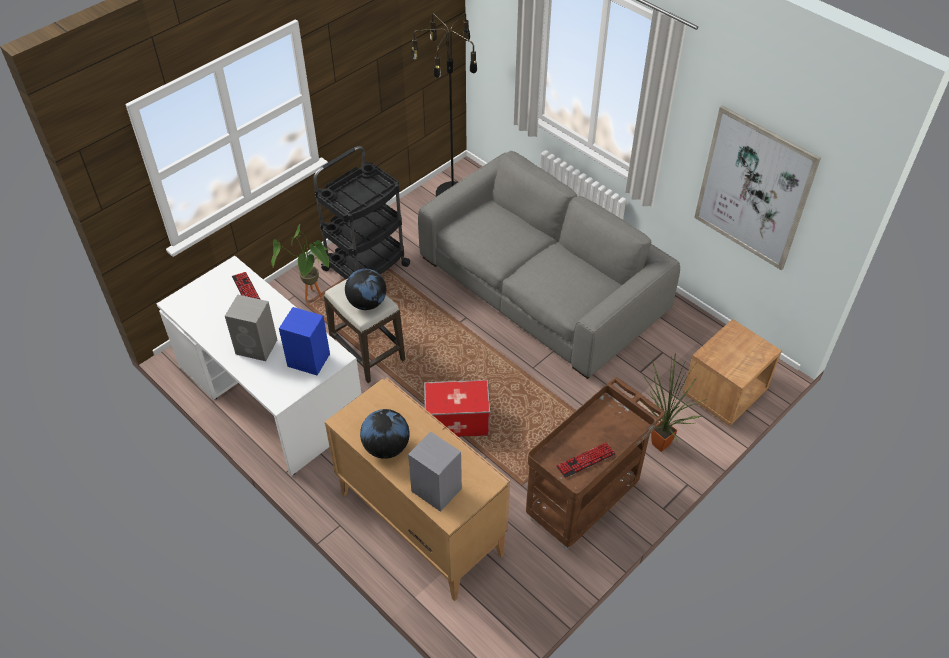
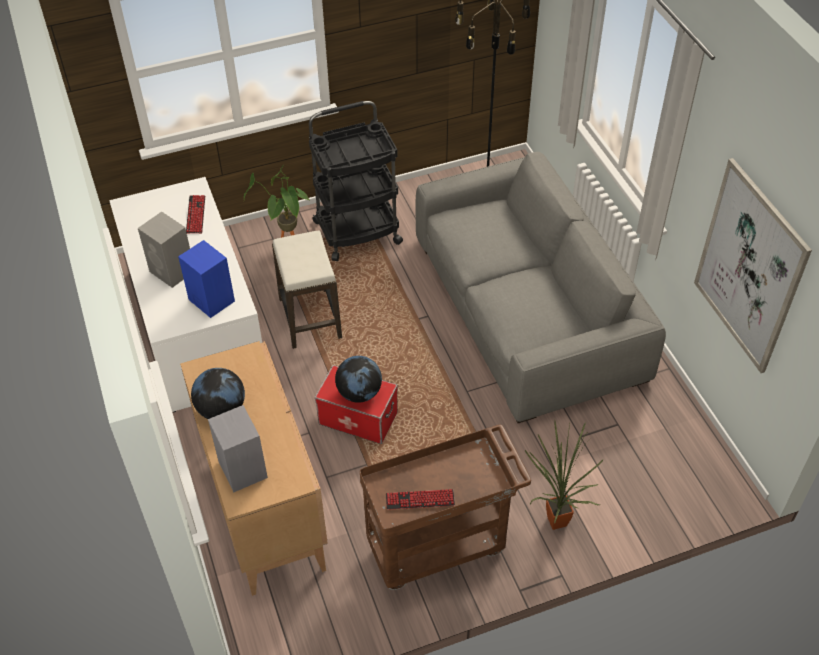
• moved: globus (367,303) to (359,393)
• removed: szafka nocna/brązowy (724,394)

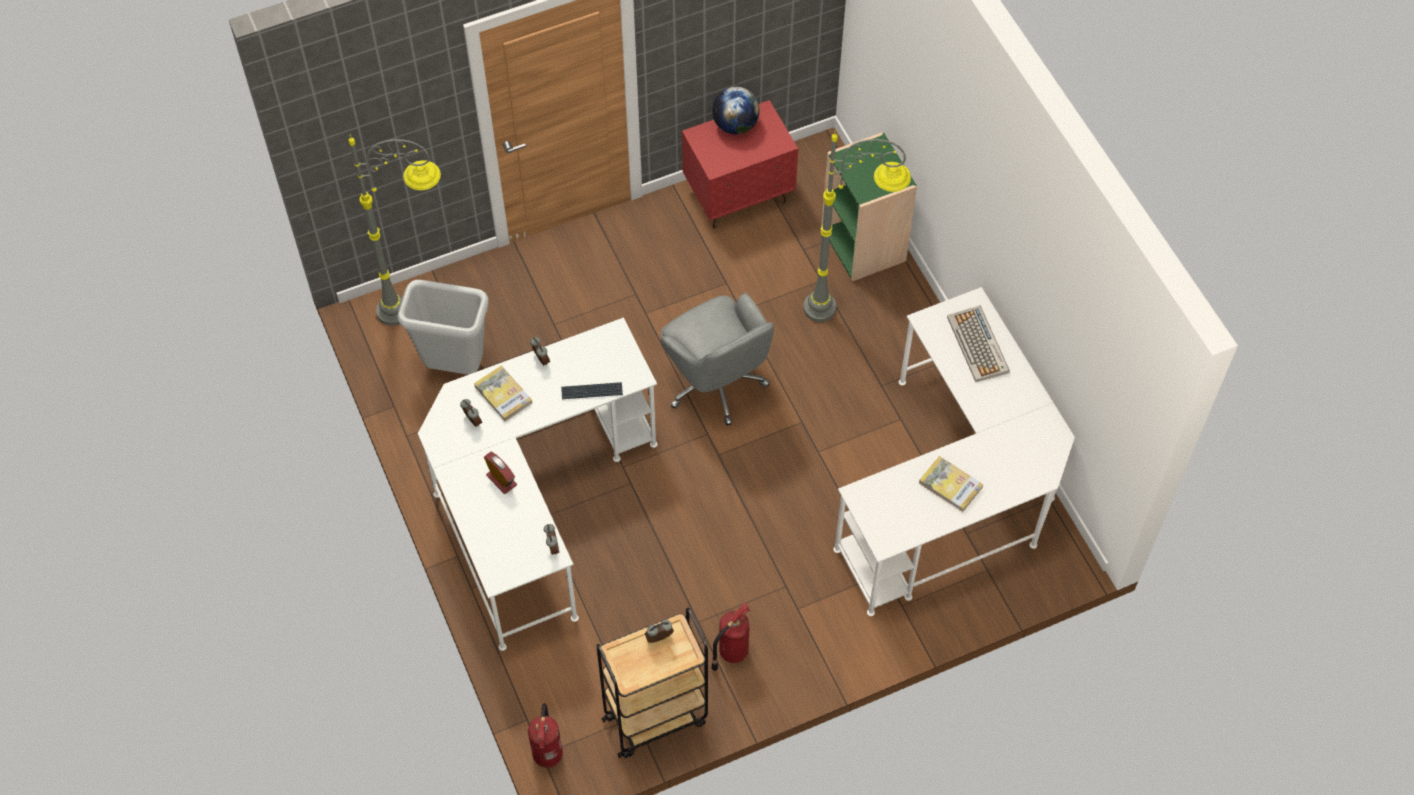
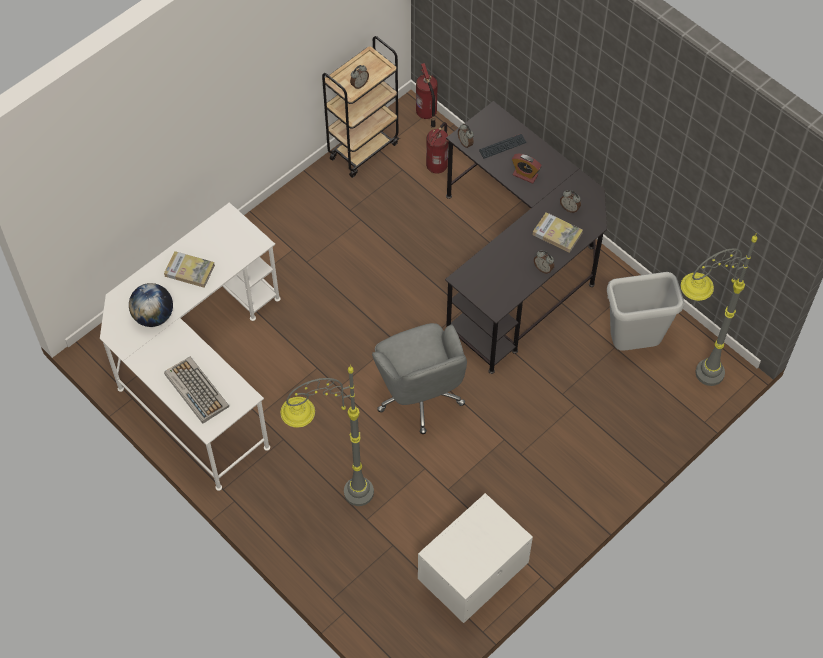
• moved: globus (735,125) to (153,316)
• turned: krzesło biurowe/szary (716,384) = (419,396) 150 degrees counterclockwise
• recoloured: szafka nocna/czerwony (739,196) to szafka nocna/biały (472,581)
• moved: gaśnica (731,652) to (437,165)
• recoloured: biurko/biały (532,500) to biurko/czarny (519,263)
• moved: klawiatura (592,391) to (502,147)
• removed: regał/zielony (864,244)

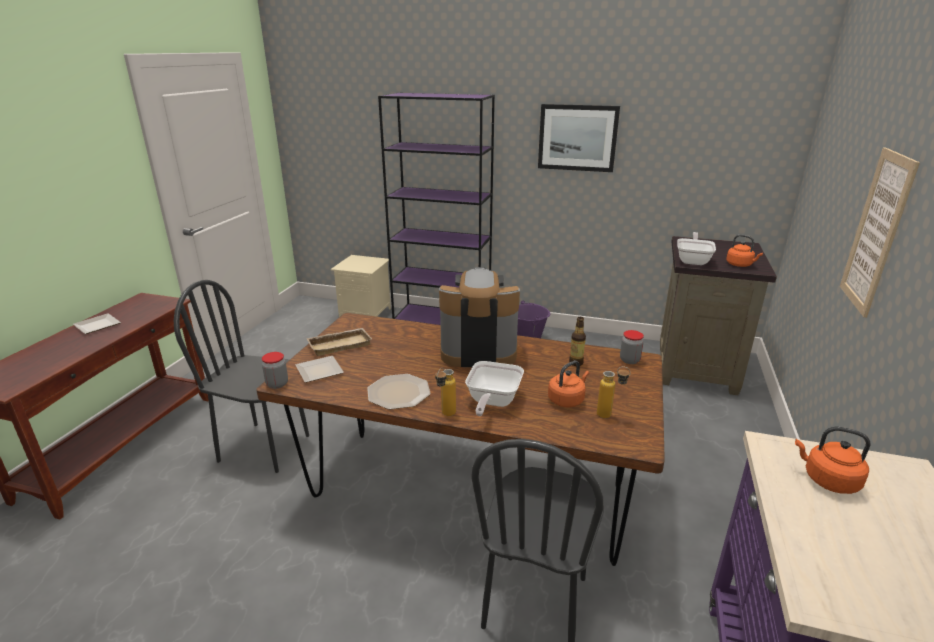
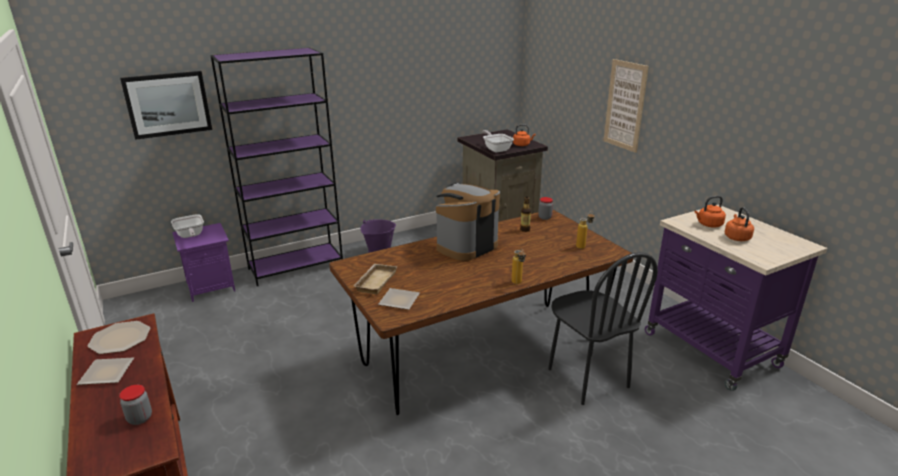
• moved: talerz (398,393) to (120,339)
• moved: słoik (277,384) to (140,418)
• moved: obraz (577,138) to (168,104)
• moved: patelnia (492,402) to (190,236)
• recoloured: szafka nocna/beżowy (366,314) to szafka nocna/fioletowy (211,286)
• moved: czajnik/pomarańczowy (567,400) to (736,237)
• removed: krzesło/czarny (265,447)

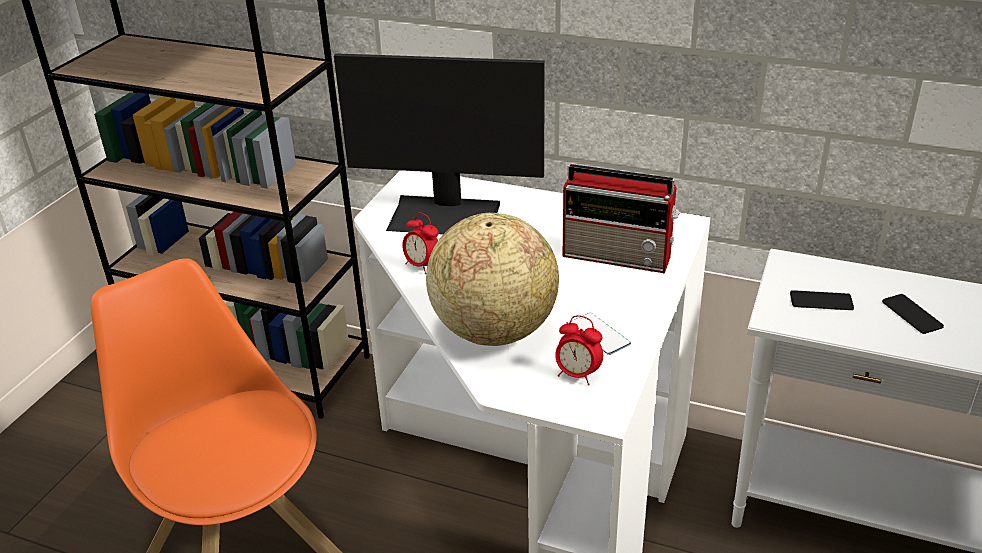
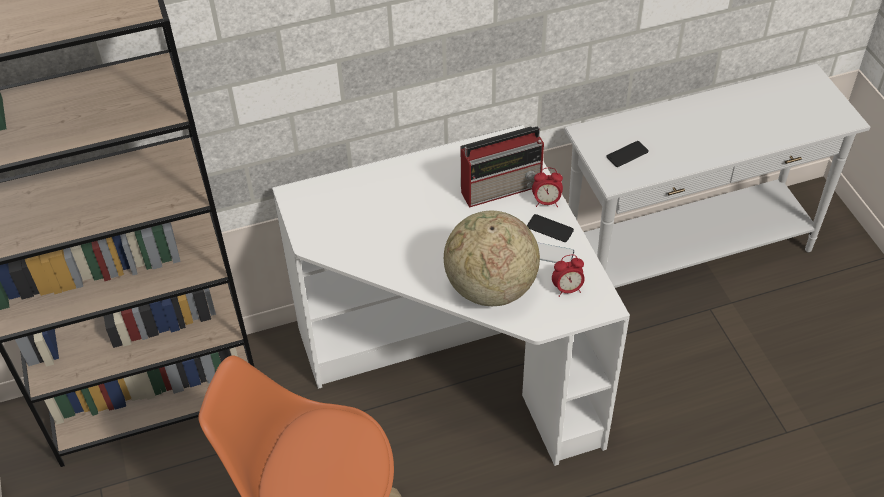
• moved: telefon (912,314) to (550,228)
• moved: budzik (422,266) to (546,202)
• removed: monitor (445,215)

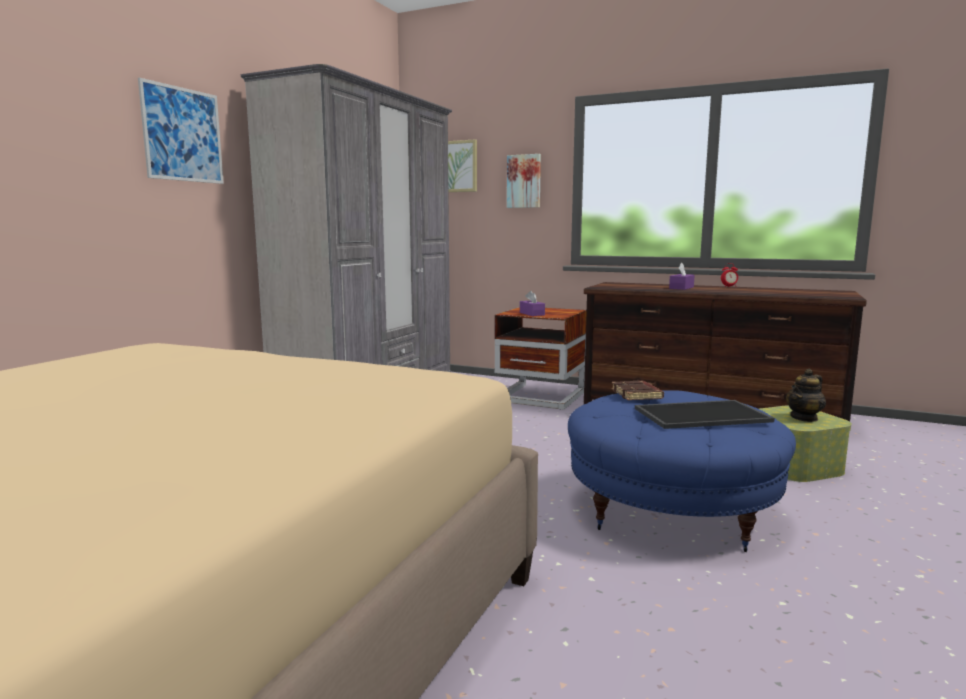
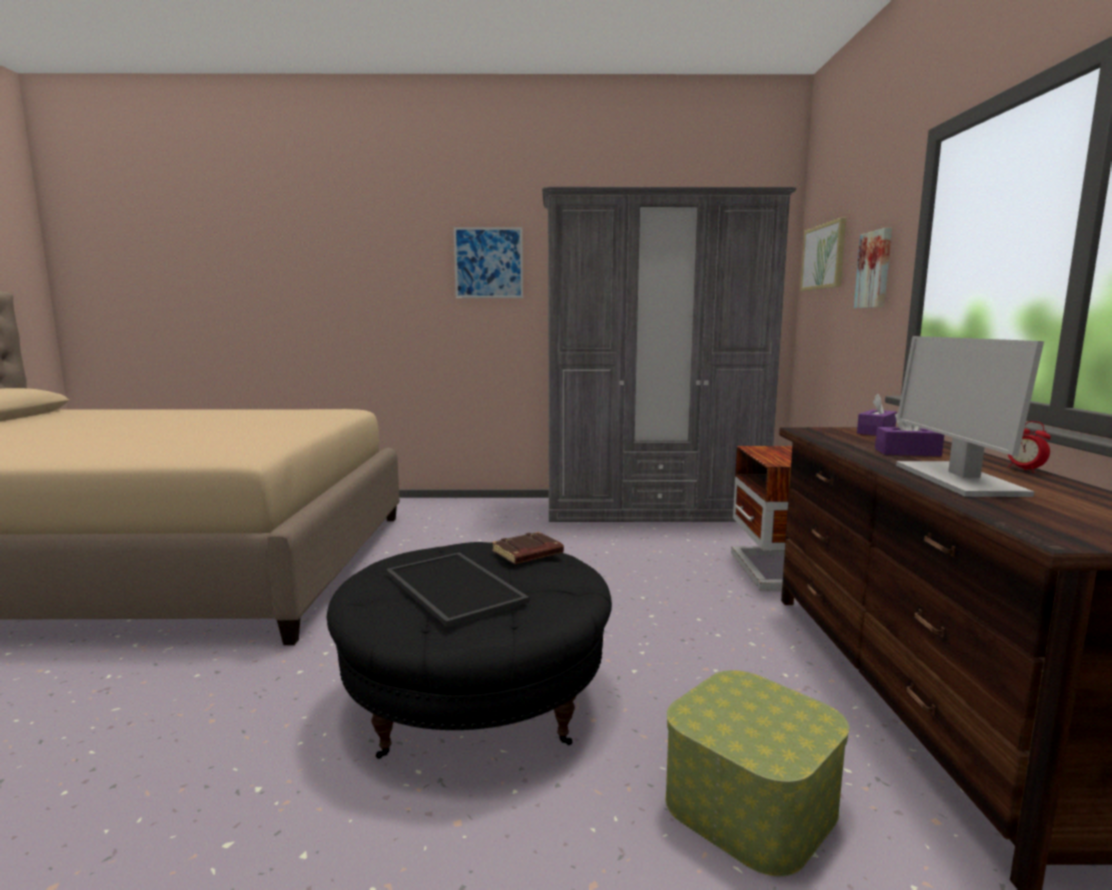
• recoloured: pufa/niebieski (671,510) to pufa/czarny (475,698)
• moved: pudełko chusteczek/fioletowy (532,314) to (876,432)
• added: monitor (956,479)
• removed: imbryk (804,418)

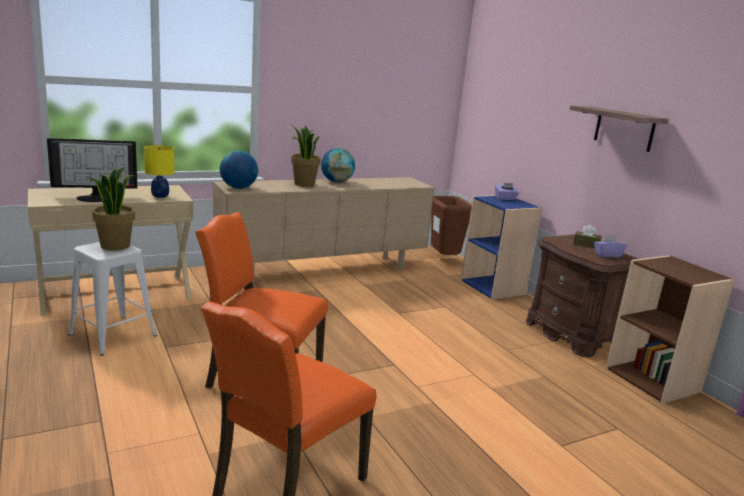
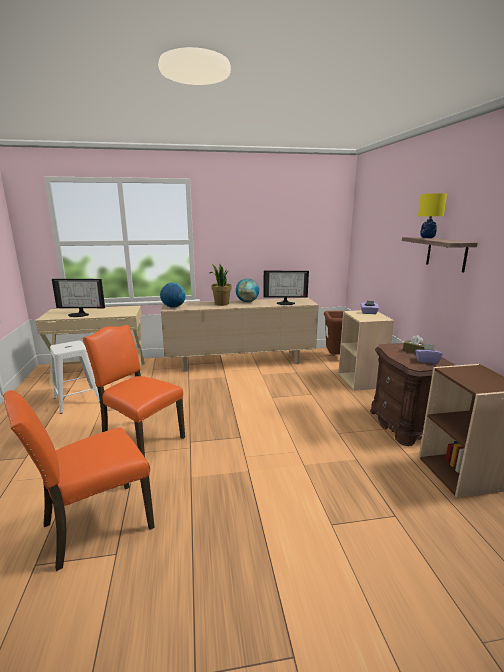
• added: monitor (286,303)
• recoloured: regał/niebieski (494,287) to regał/beżowy (361,381)
• moved: lampa stołowa/żółty (159,196) to (426,237)
• removed: roślina doniczkowa (115,245)

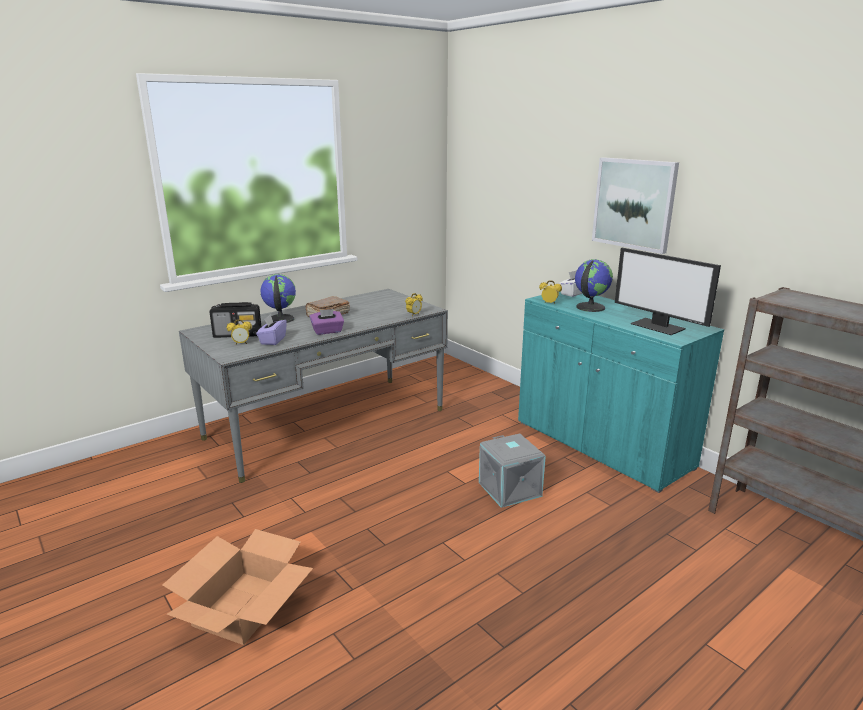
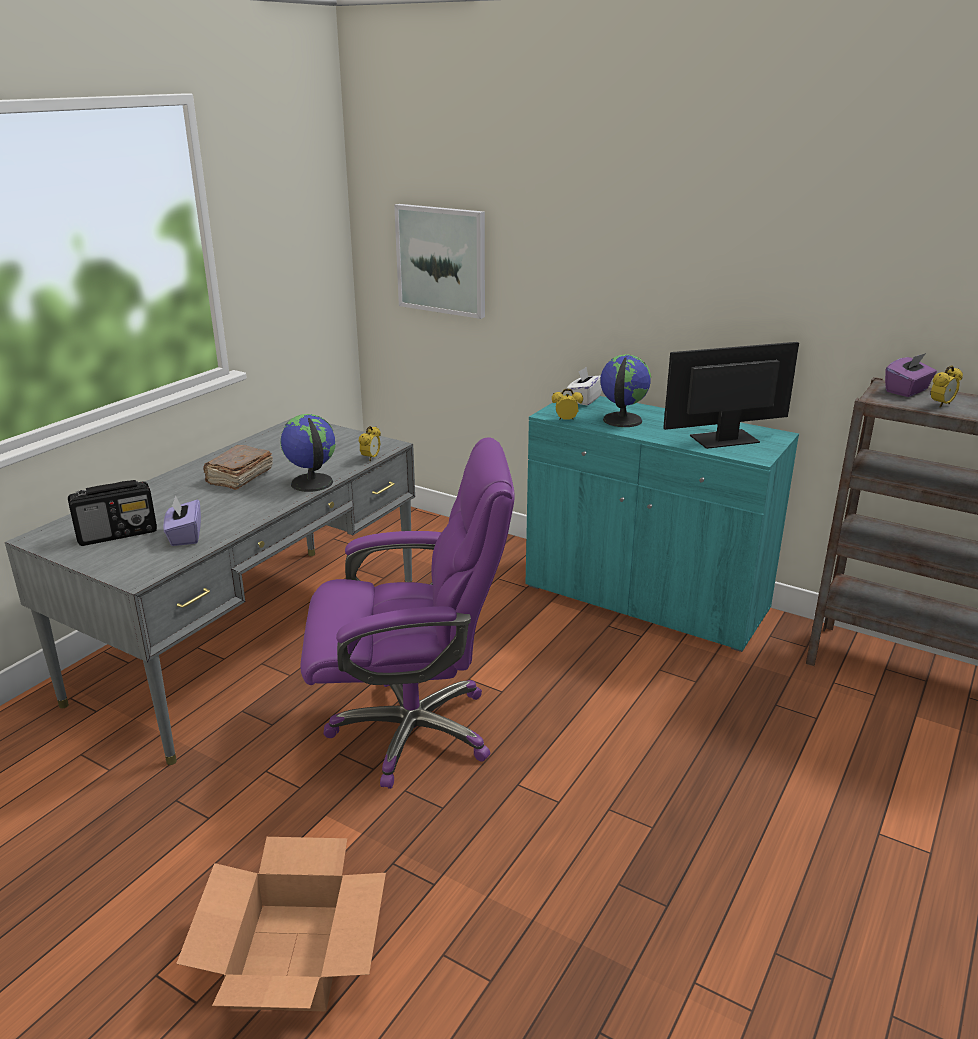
• moved: globus (280,319) to (311,483)
• added: krzesło biurowe/fioletowy (408,730)
• moved: obraz (634,204) to (442,260)
• turned: monitor (658,326) = (724,439) 135 degrees clockwise
• moved: pudełko chusteczek/fioletowy (327,331) to (907,391)
• moved: budzik (241,343) to (941,405)
• removed: pojemnik do przechowywania/szary (511,489)

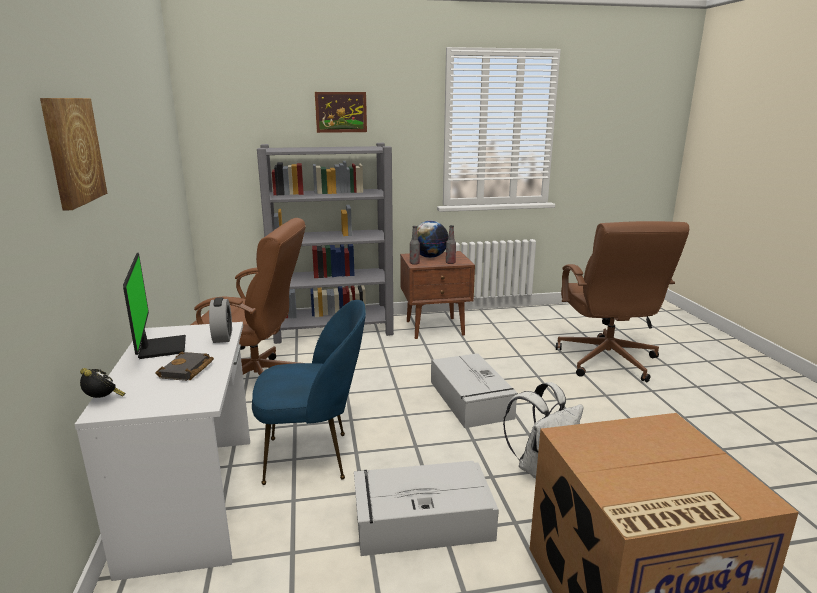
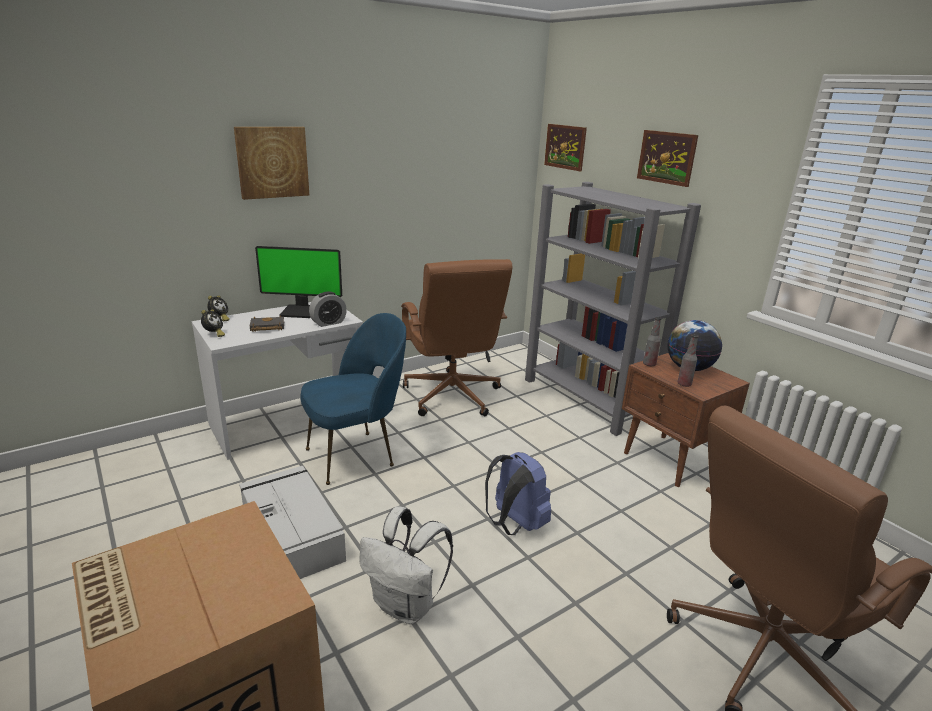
• added: budzik (214,334)
• turned: monitor (160,348) = (300,311) 45 degrees clockwise
• turned: krzesło/niebieski (315,458) = (357,456) 90 degrees counterclockwise
• replaced: pojemnik do przechowywania/szary (471,400) to plecak/niebieski (514,524)
• added: obraz (565,147)

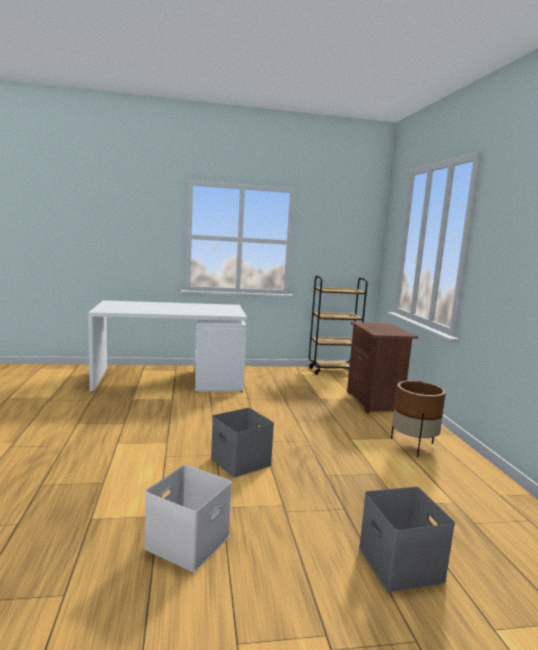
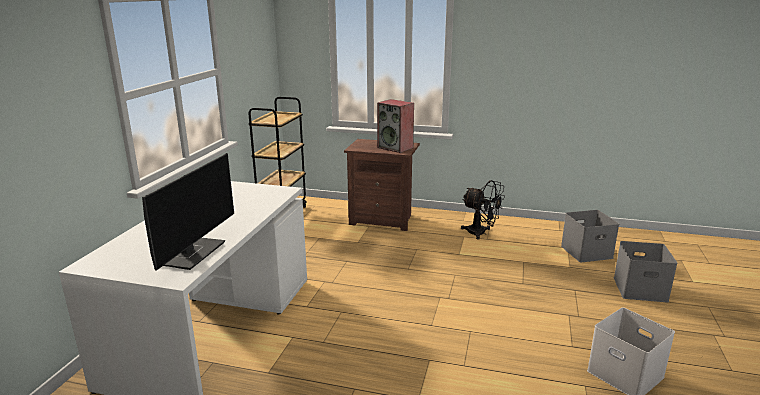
• added: monitor (192,253)
• added: głośnik (396,148)
• replaced: donica/brązowy (413,446) to wentylator/czarny (481,233)
• moved: pojemnik do przechowywania/szary (242,461) to (586,251)

